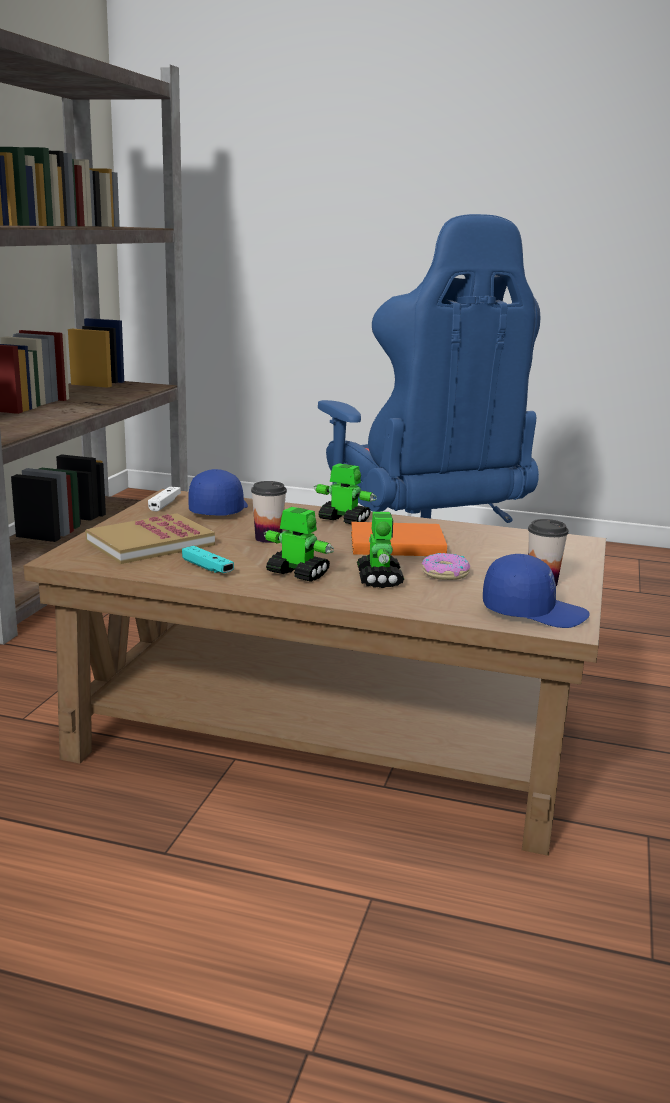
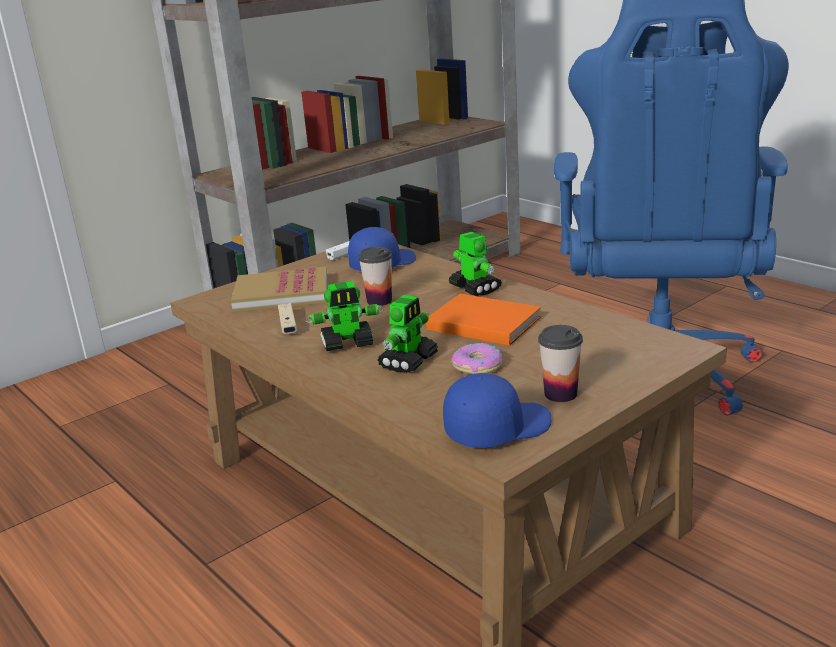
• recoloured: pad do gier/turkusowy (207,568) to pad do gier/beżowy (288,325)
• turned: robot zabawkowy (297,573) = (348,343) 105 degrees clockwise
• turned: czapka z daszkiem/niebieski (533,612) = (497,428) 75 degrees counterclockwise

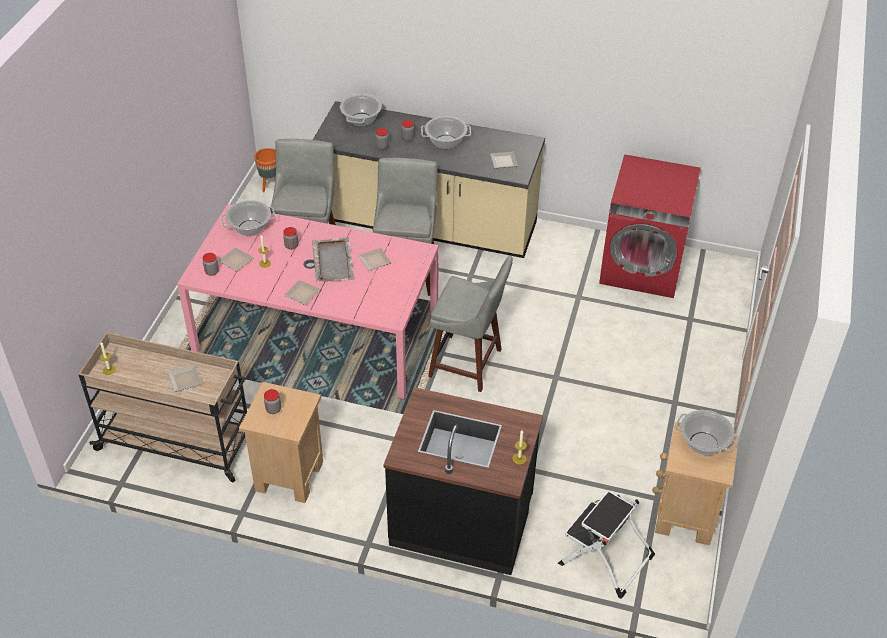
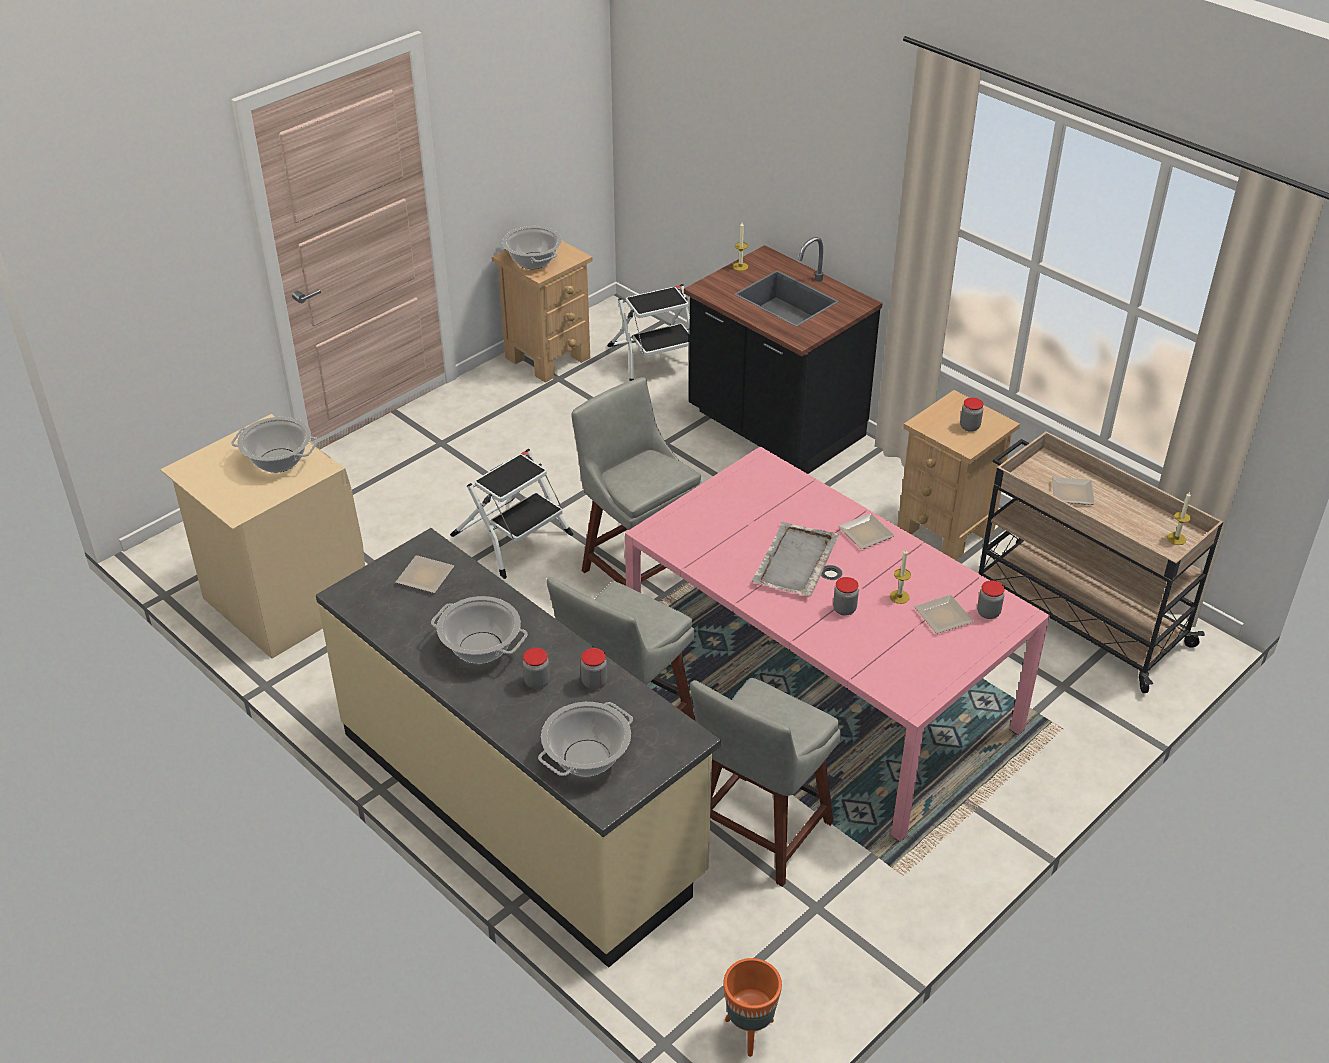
• recoloured: pralka/czerwony (643,267) to pralka/beżowy (282,600)
• moved: garnek (250,228) to (279,460)
• added: drabinka (511,537)
• removed: talerz (373,260)

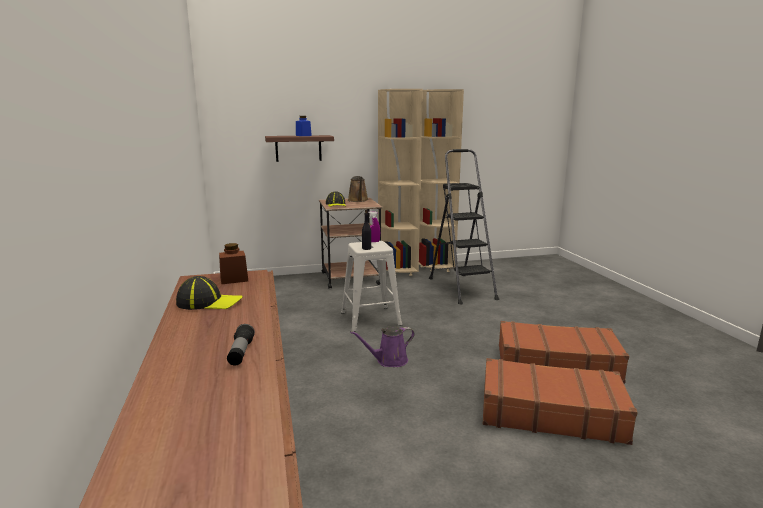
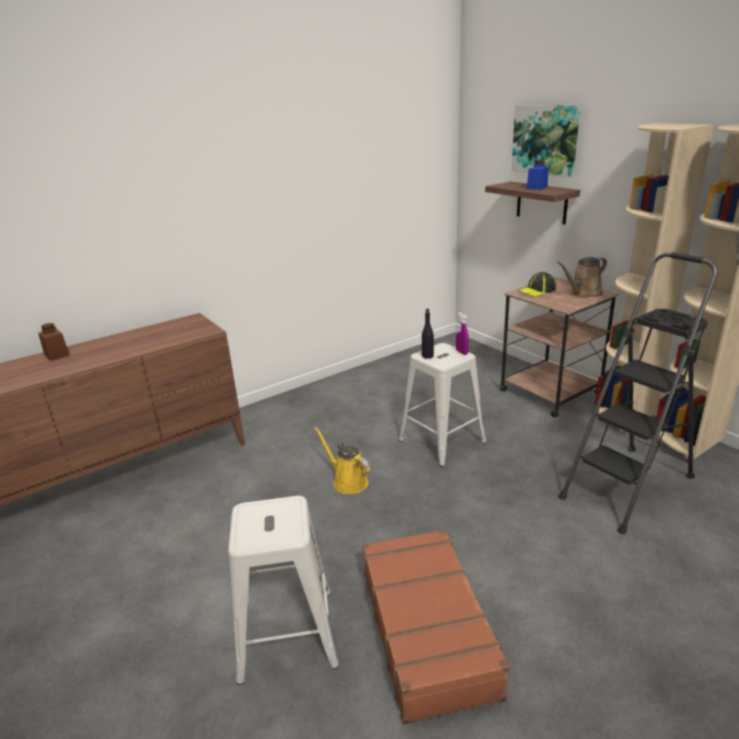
• moved: słoik/brązowy (234,279) to (57,355)
• replaced: walizka/brązowy (550,412) to stołek/biały (287,634)
• recoloured: konewka/fioletowy (389,361) to konewka/żółty (347,481)
• added: obraz (545,140)
• removed: czapka z daszkiem (209,302)
• removed: latarka (241,353)

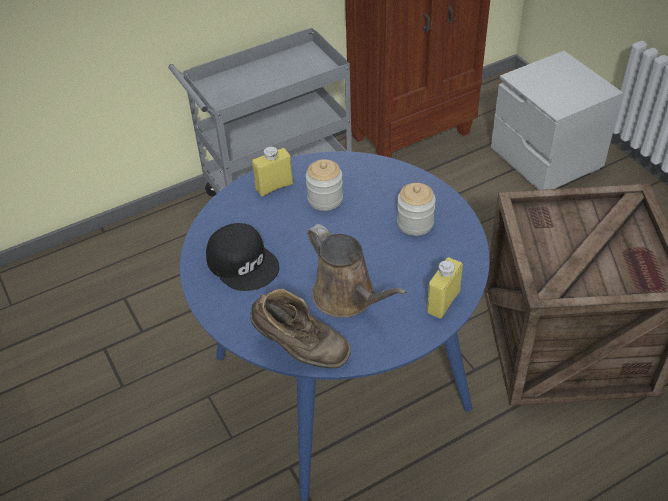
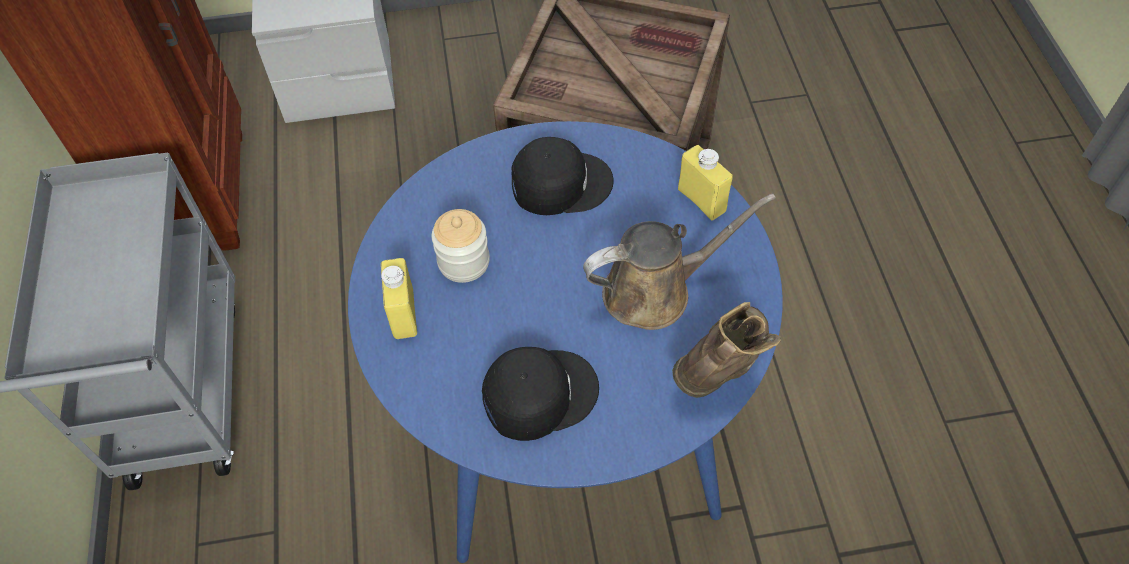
• replaced: słoik (415,223) to czapka z daszkiem/czarny (560,182)

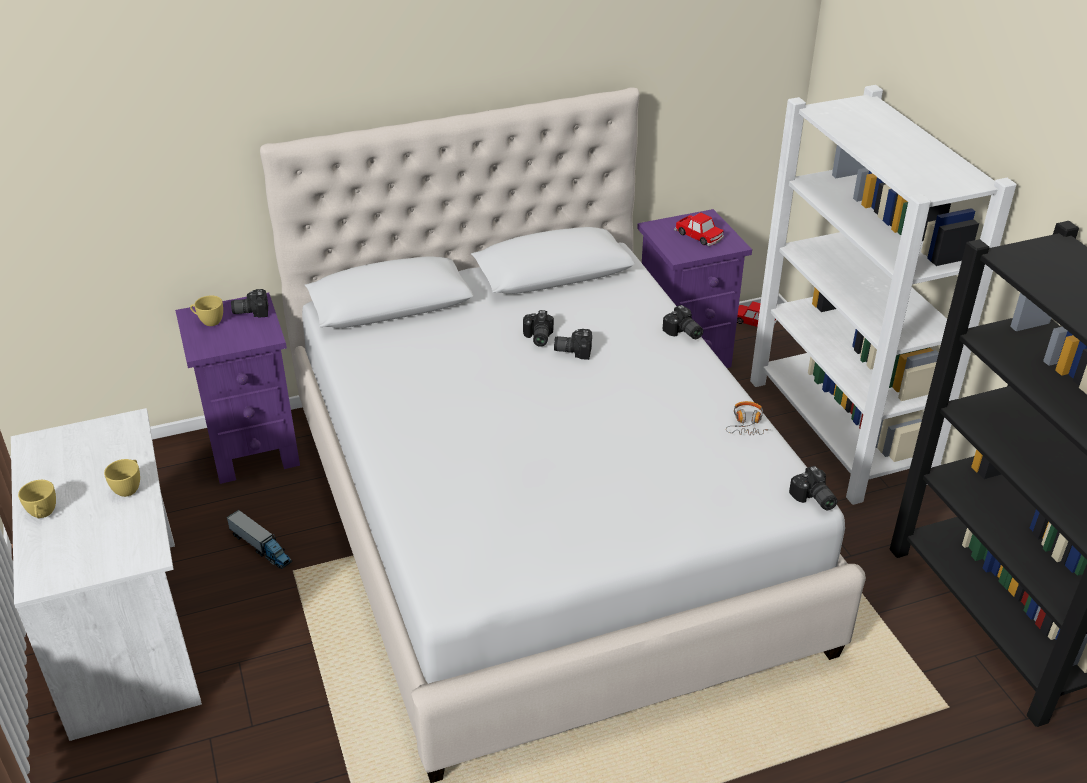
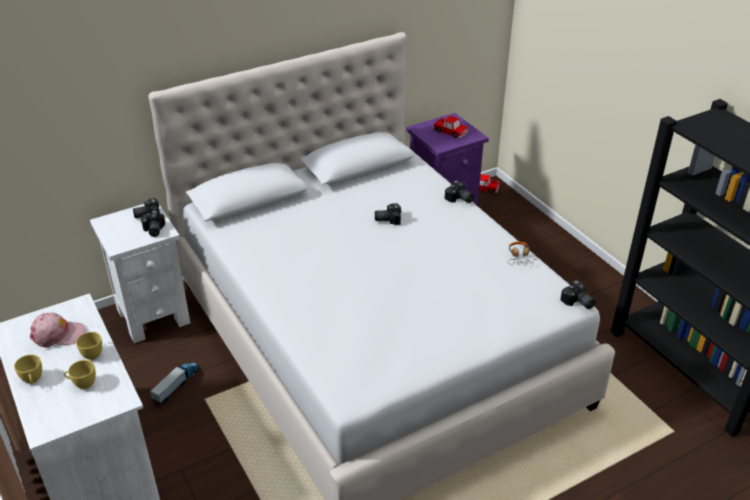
• added: czapka z daszkiem/różowy (58,334)
• moved: filiżanka/żółty (209,321) to (82,383)
• recoloured: szafka nocna/fioletowy (255,450) to szafka nocna/biały (154,316)
• moved: aparat fotograficzny (537,337) to (153,230)
• turned: ciężarówka zabawkowa (261,547) = (176,385) 90 degrees counterclockwise
• removed: regał/biały (838,429)

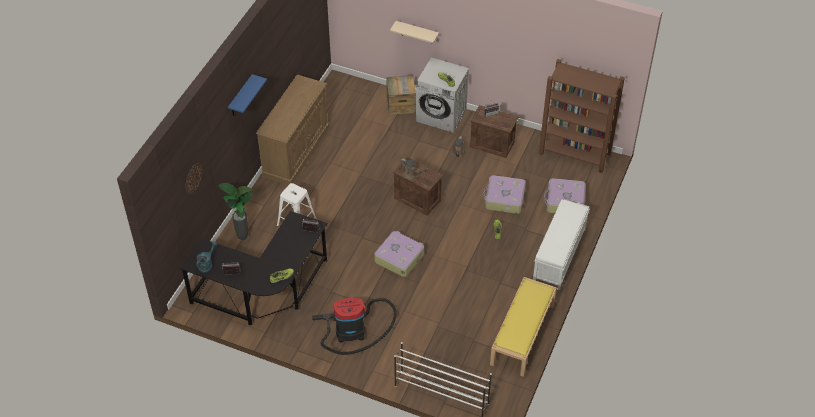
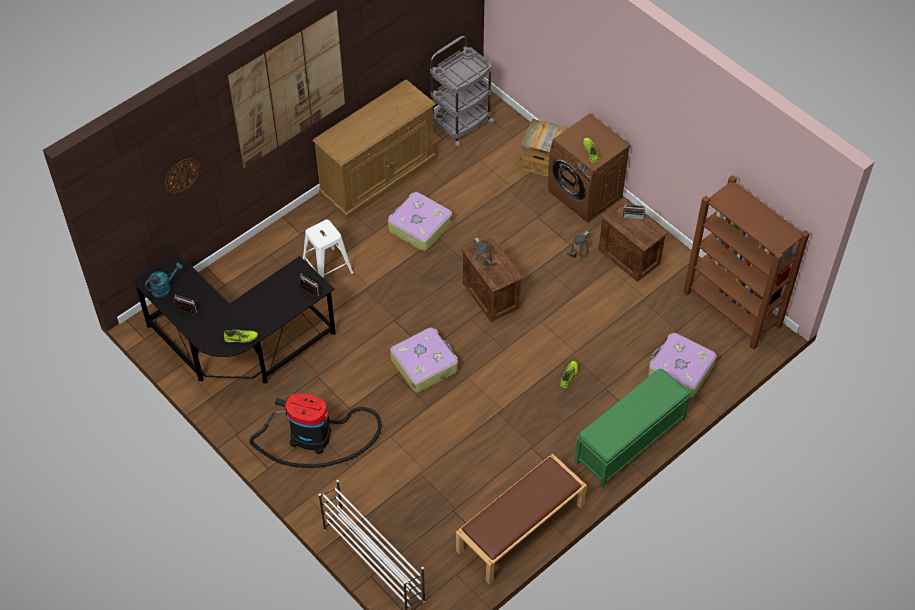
• replaced: półka/niebieski (240,96) to obraz (288,89)
• moved: walizka (504,199) to (419,227)
• added: wózek/szary (461,124)
• recoloured: ławka/żółty (522,335) to ławka/brązowy (520,528)
• recoloured: pralka/biały (441,116) to pralka/brązowy (585,195)
• recoloured: ławka/biały (559,255) to ławka/zielony (629,441)
• removed: roślina doniczkowa (242,237)
• removed: półka/beżowy (417,32)

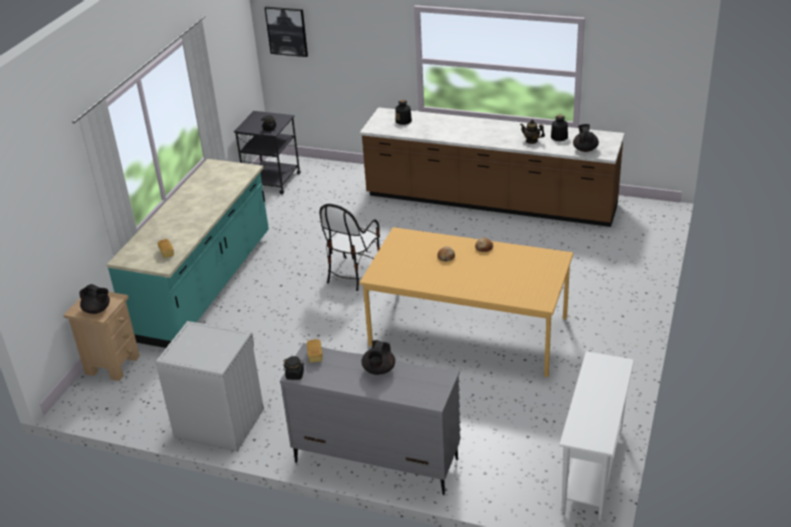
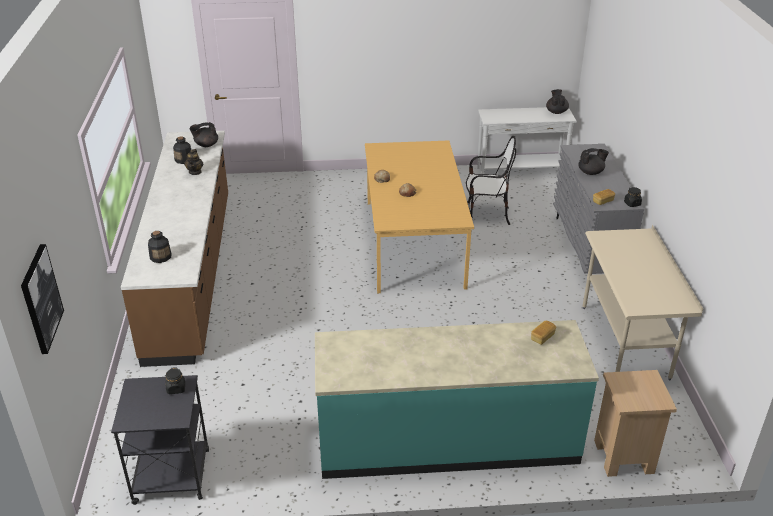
• moved: krzesło (353,273) to (486,216)
• moved: imbryk/czarny (97,310) to (556,112)
• replaced: pralka/biały (220,422) to biurko/beżowy (625,342)

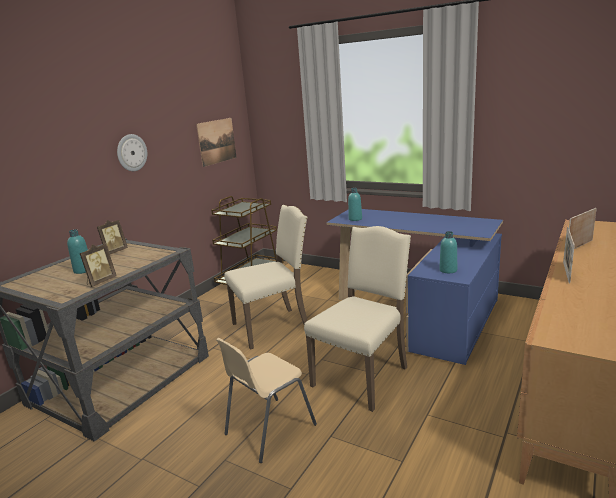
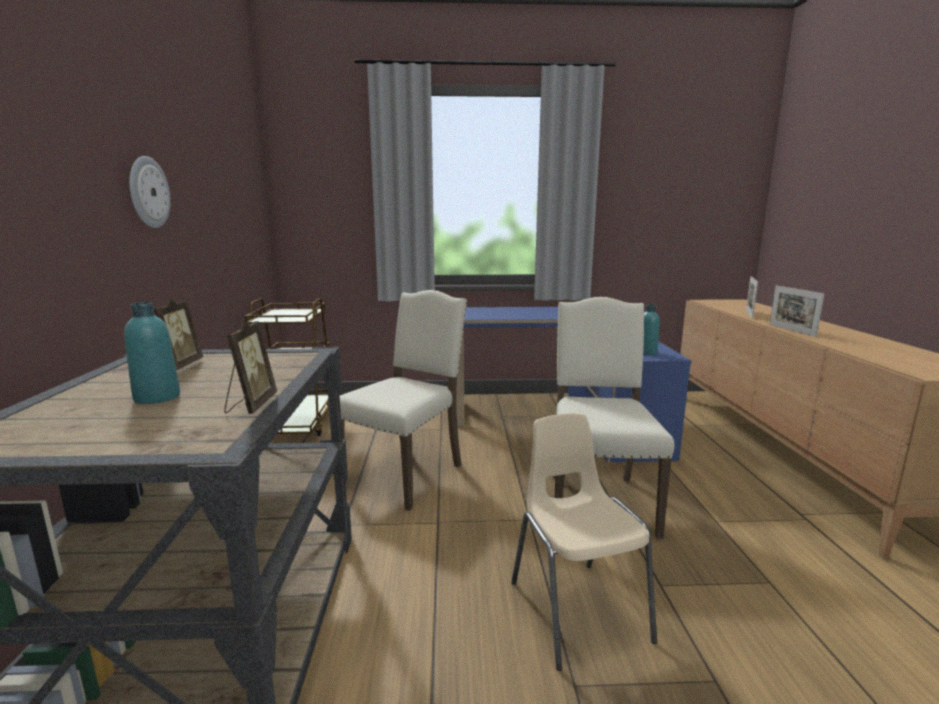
• turned: krzesło/beżowy (269,429) = (577,610) 150 degrees clockwise
• removed: obraz (217,141)
• removed: butelka/turkusowy (355,219)

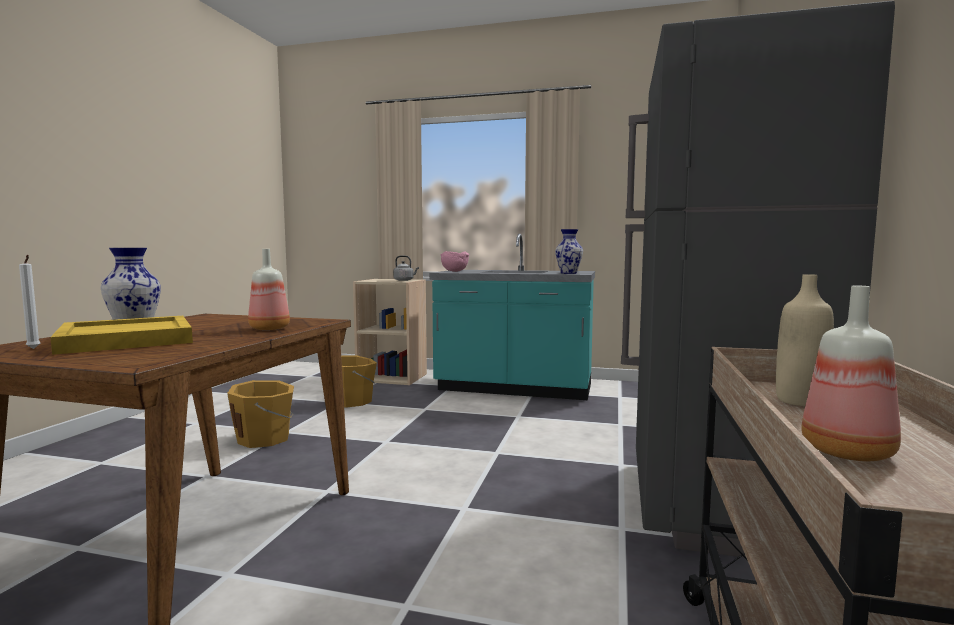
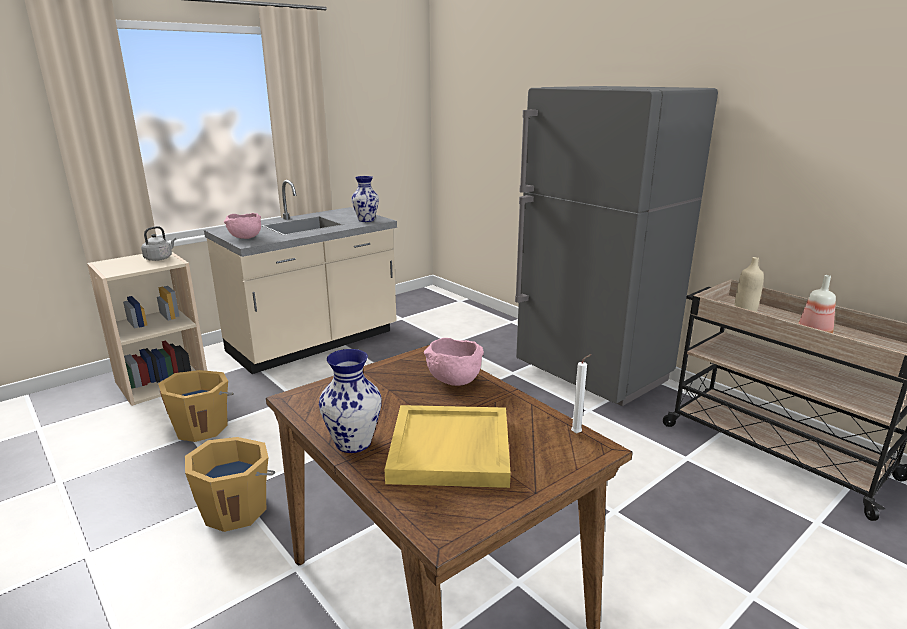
• recoloured: zabudowa kuchenna/turkusowy (514,388) to zabudowa kuchenna/beżowy (314,343)
• replaced: butelka (268,328) to miska/różowy (453,381)
• moved: świeca/biały (34,349) to (577,433)

